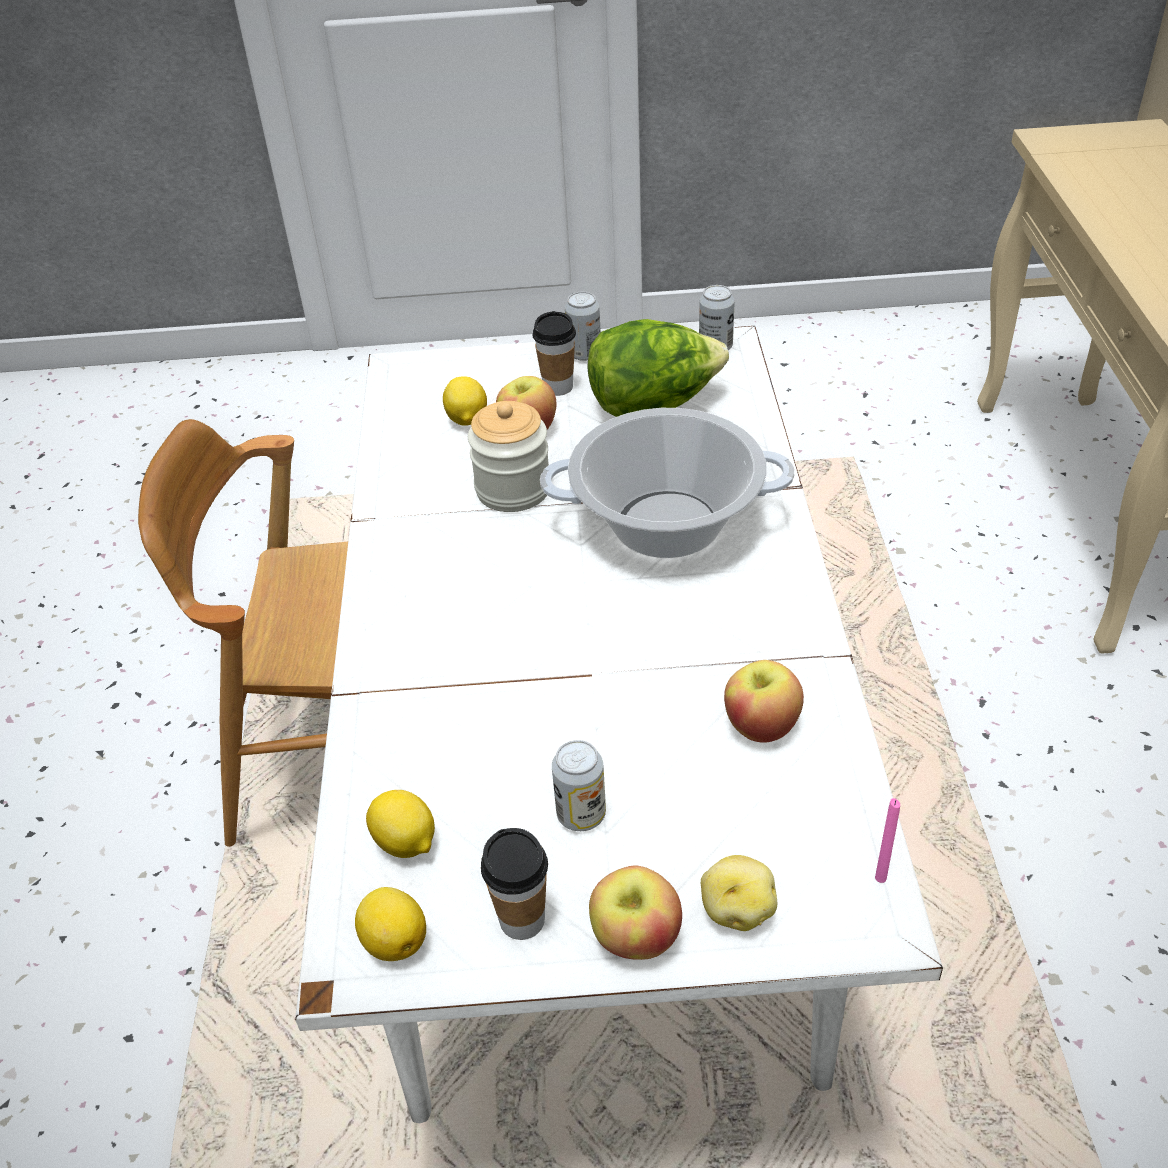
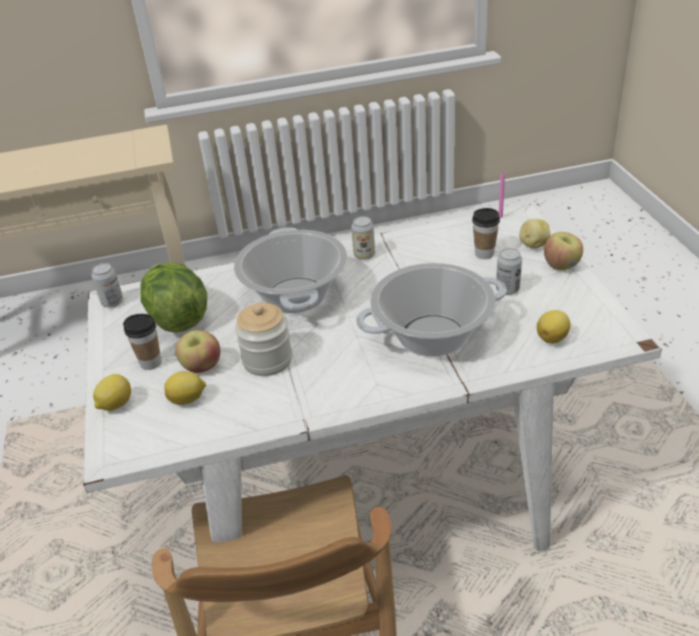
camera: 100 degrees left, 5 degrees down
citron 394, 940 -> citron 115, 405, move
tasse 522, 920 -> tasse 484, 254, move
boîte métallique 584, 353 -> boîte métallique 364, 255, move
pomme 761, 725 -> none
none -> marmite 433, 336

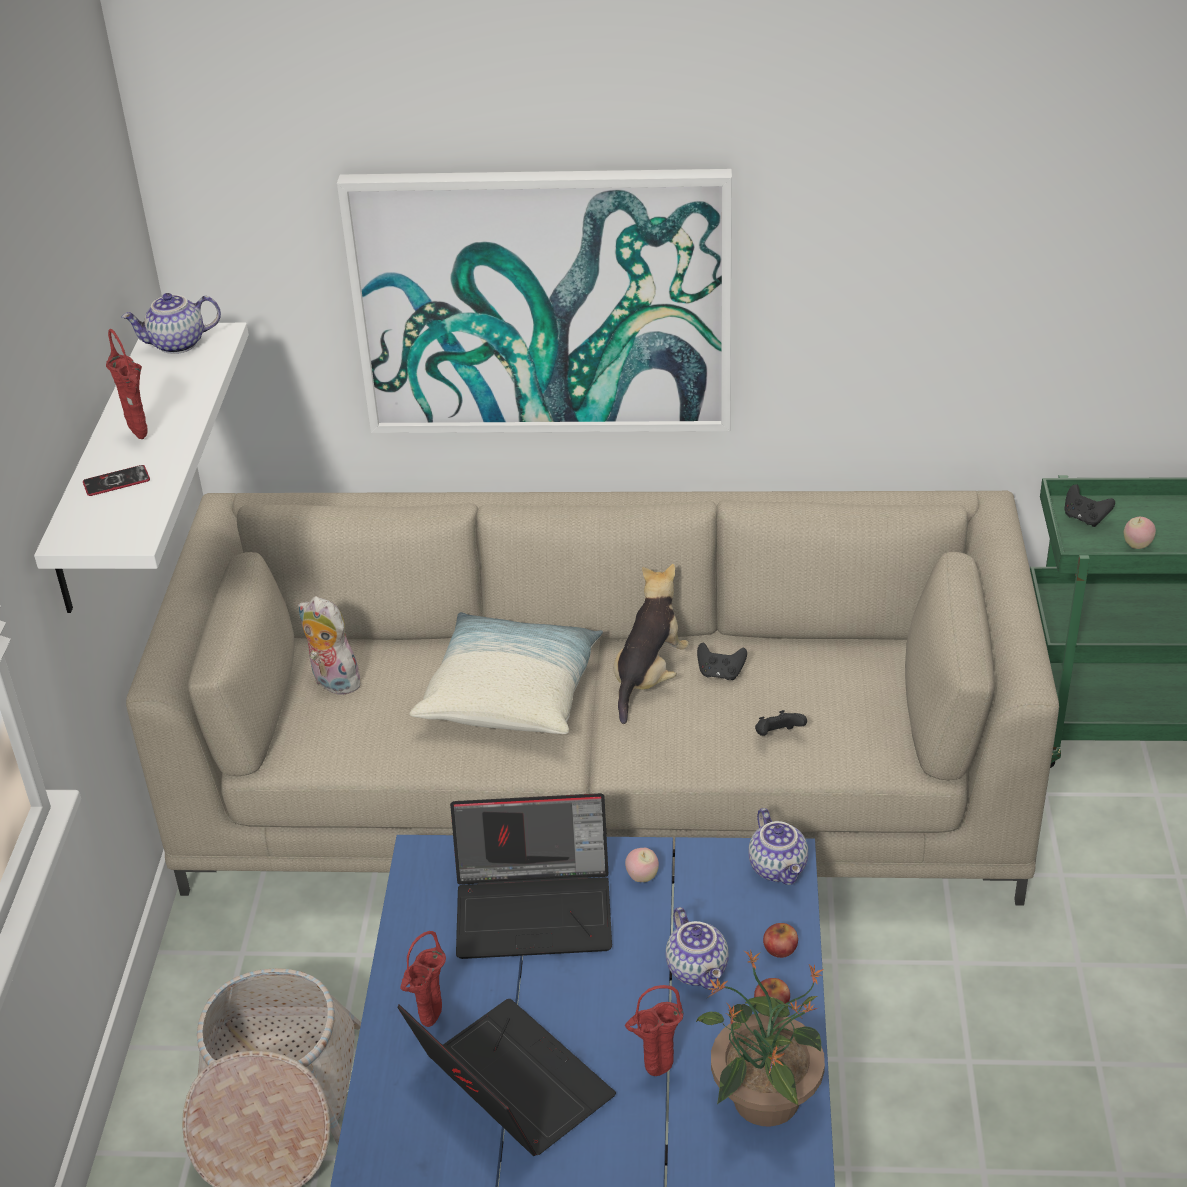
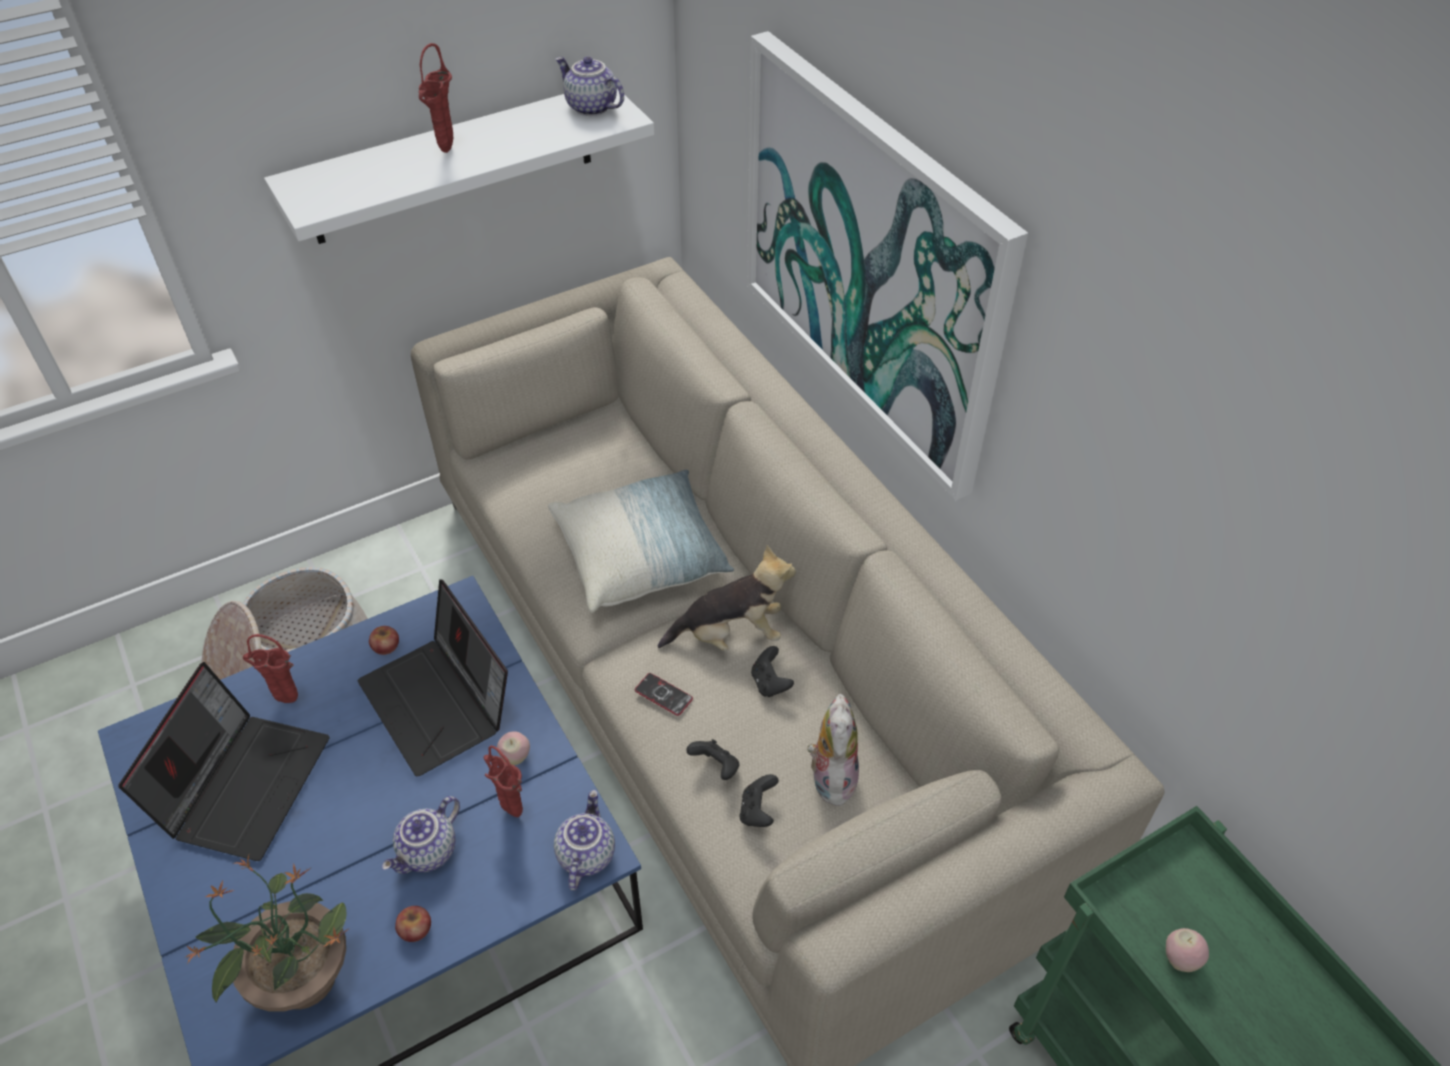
camera: 55 degrees right, 10 degrees up
téléphone 116, 482 -> téléphone 663, 695, move
peluche 332, 682 -> peluche 831, 777, move
vase (rouge) 656, 1074 -> vase (rouge) 510, 811, move
théière 779, 868 -> théière 585, 855, 150 degrees clockwise
pomme 780, 948 -> pomme 386, 646, move
manette (noir) 1084, 518 -> manette (noir) 758, 811, move

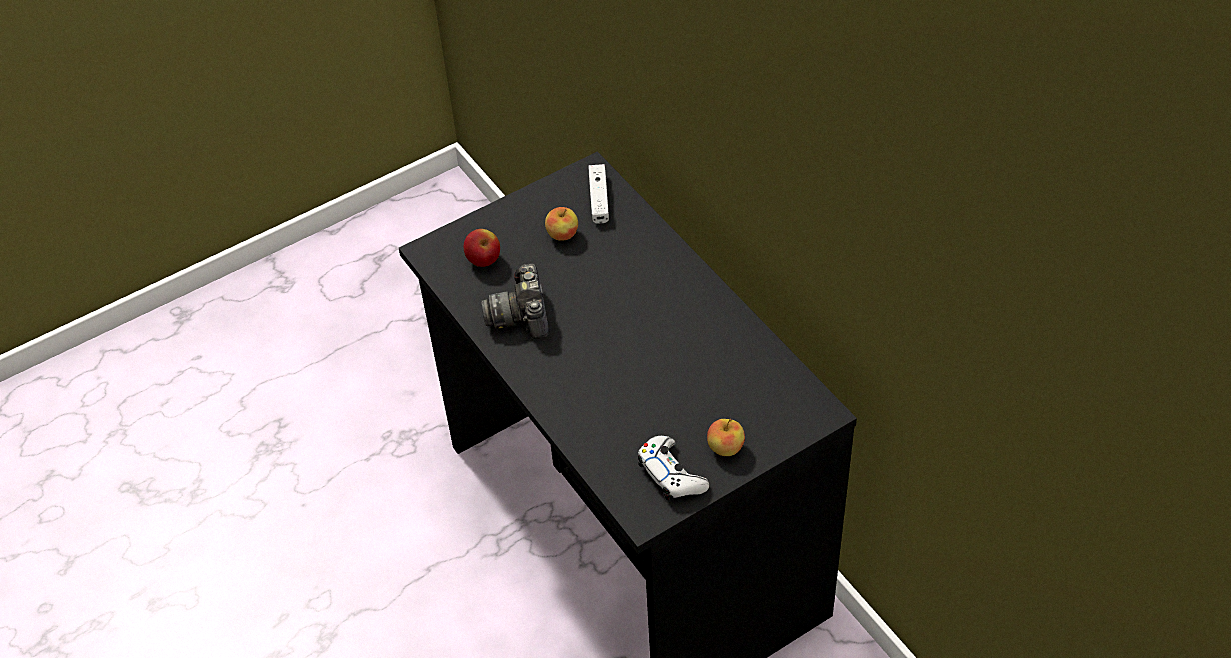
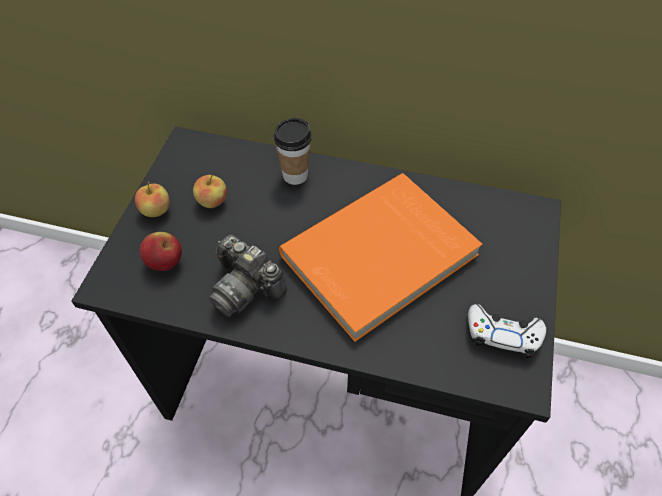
camera: 45 degrees left, 5 degrees up
manette (blanc) 599, 199 -> none
pomme 725, 448 -> pomme 156, 210, move
none -> tasse 295, 175
none -> livre (orange) 381, 258

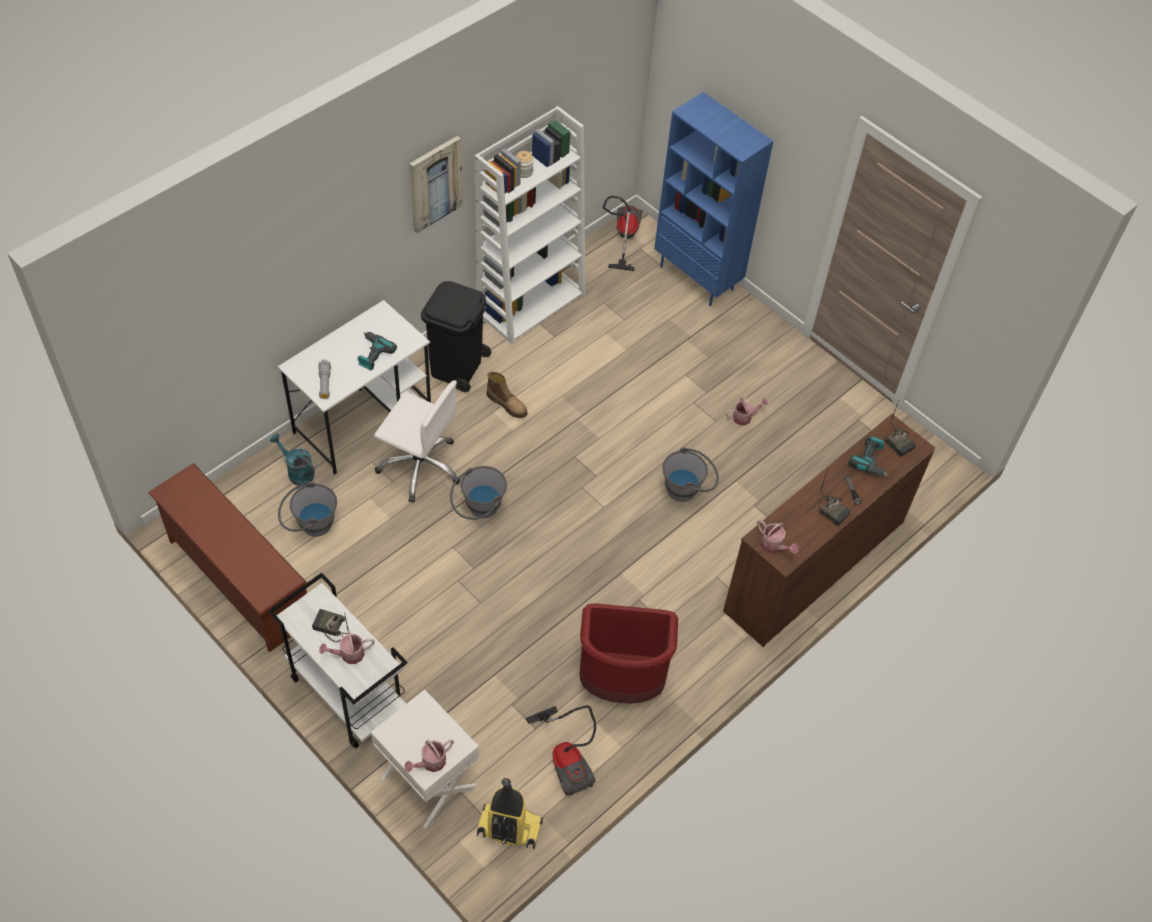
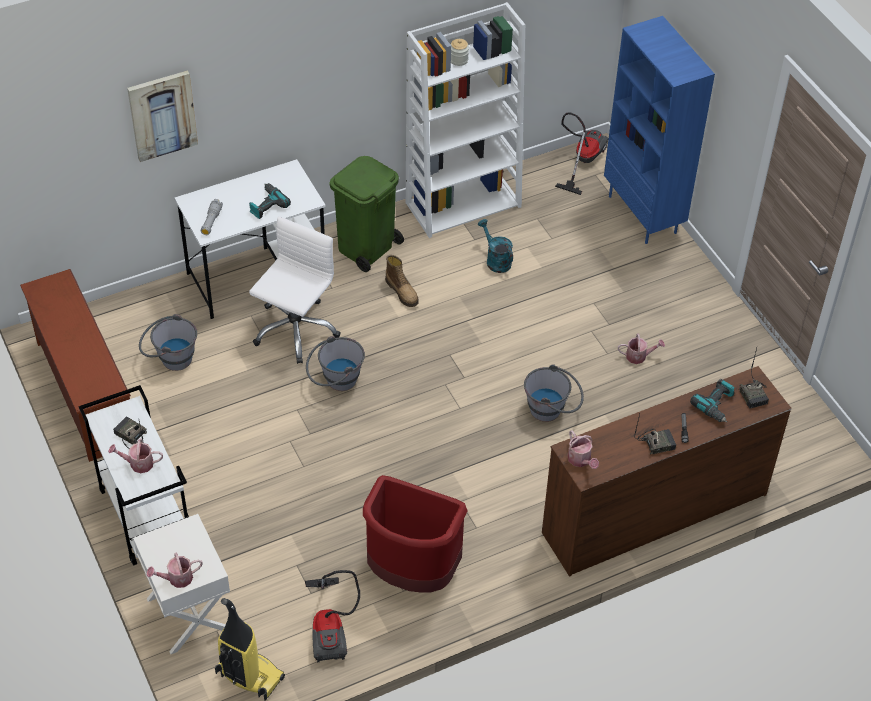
camera: 20 degrees right, 5 degrees down
arrosoir (turquoise) 297, 471 -> arrosoir (turquoise) 495, 260, move
chaise de bureau (blanc) 420, 466 -> chaise de bureau (blanc) 295, 330, 105 degrees counterclockwise
tableau 435, 183 -> tableau 162, 115, move
poubelle (noir) 456, 367 -> poubelle (vert) 366, 248
radio 833, 511 -> radio 656, 443, 75 degrees counterclockwise

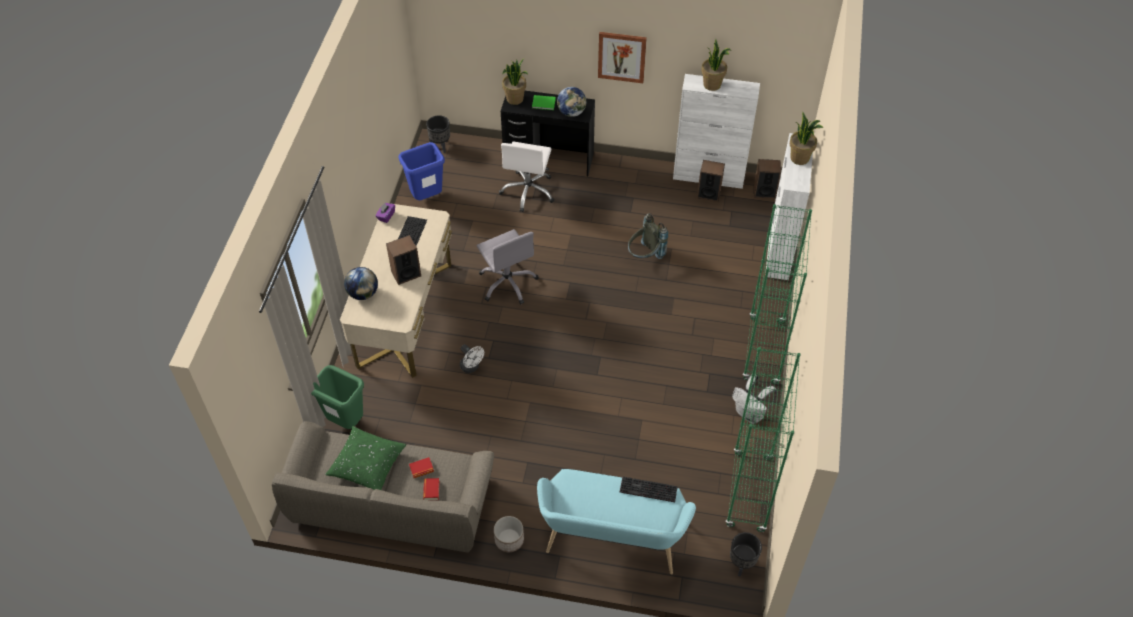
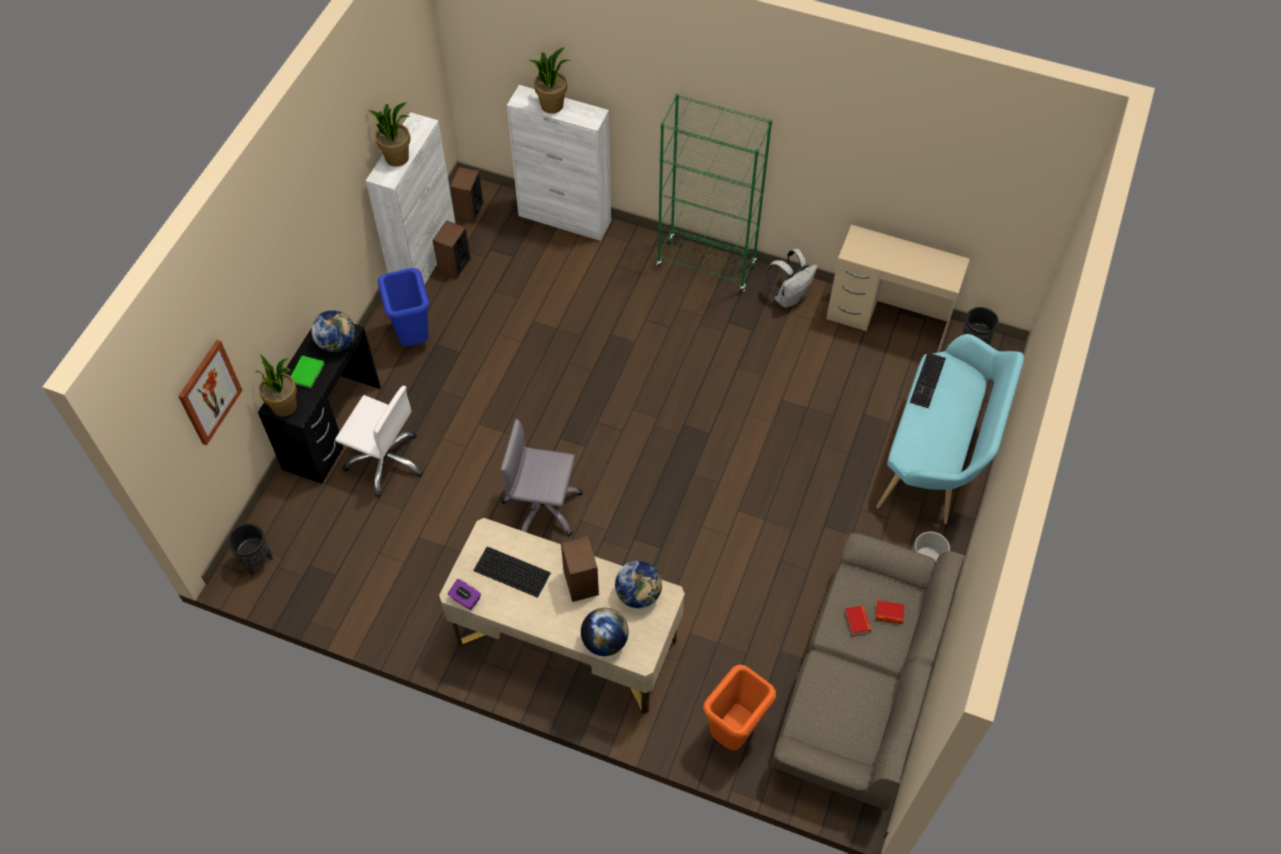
camera: 80 degrees left, 5 degrees up
poubelle (vert) 347, 422 -> poubelle (orange) 734, 732
coussin (vert) 367, 464 -> none
poubelle (bleu) 427, 197 -> poubelle (bleu) 413, 338, move
ventilateur (blanc) 471, 367 -> none
chaise de bureau (gris) 508, 283 -> chaise de bureau (gris) 542, 508, 150 degrees counterclockwise
tableau 622, 56 -> tableau 209, 392, move
sac à dos (gris) 645, 256 -> none
bibliothèque (vert) 749, 492 -> bureau (beige) 887, 320
none -> globe 638, 594

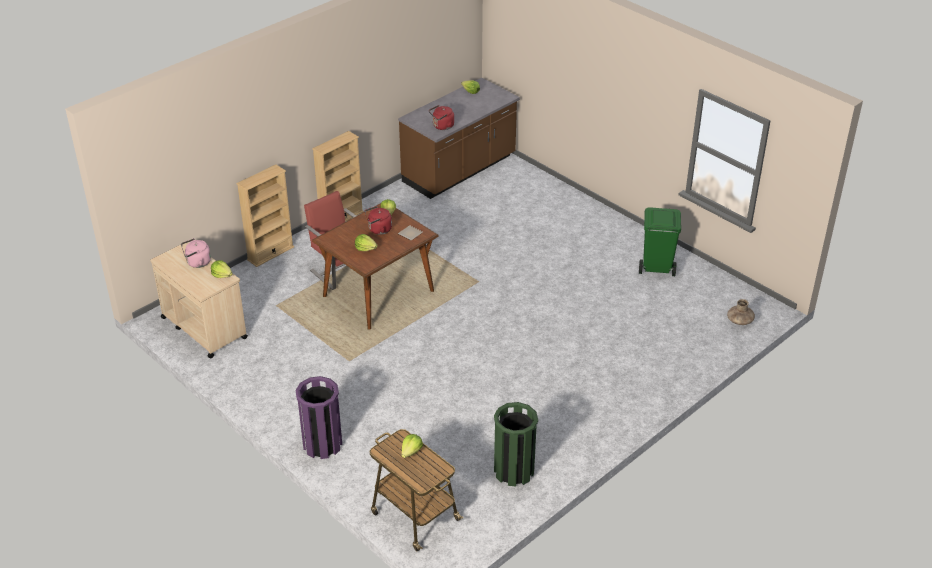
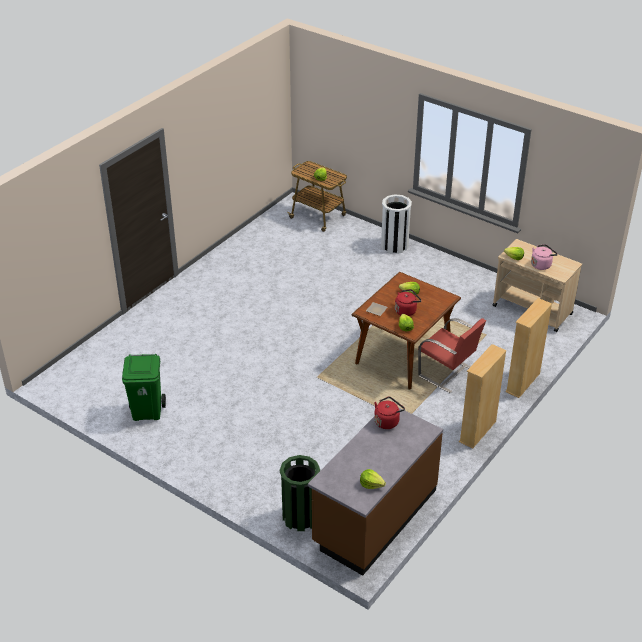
camera: 170 degrees right, 0 degrees up
poubelle (violet) 322, 444 -> poubelle (blanc) 394, 246
poubelle (vert) 514, 471 -> poubelle (vert) 300, 517, move
vase (marron) 739, 321 -> none

